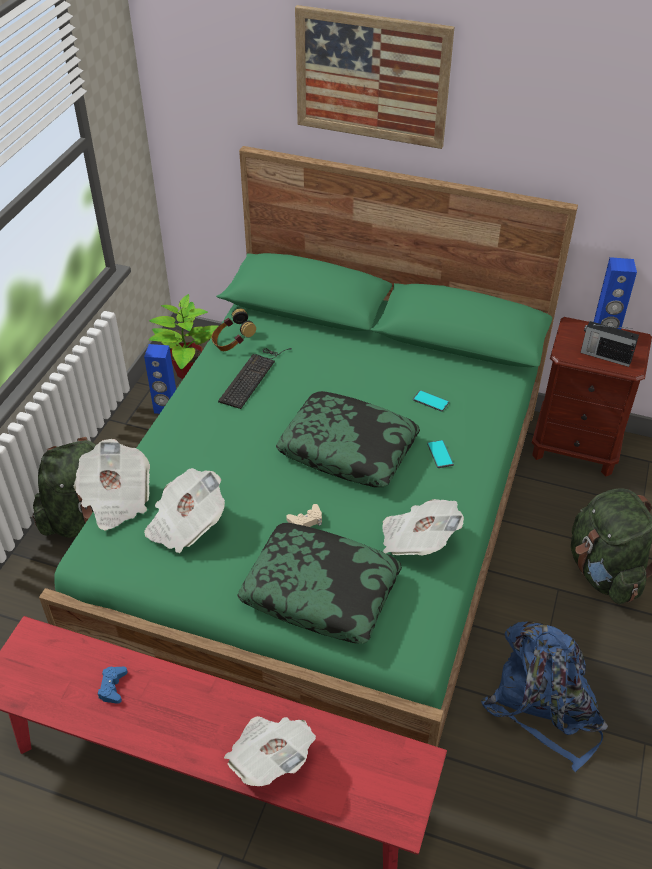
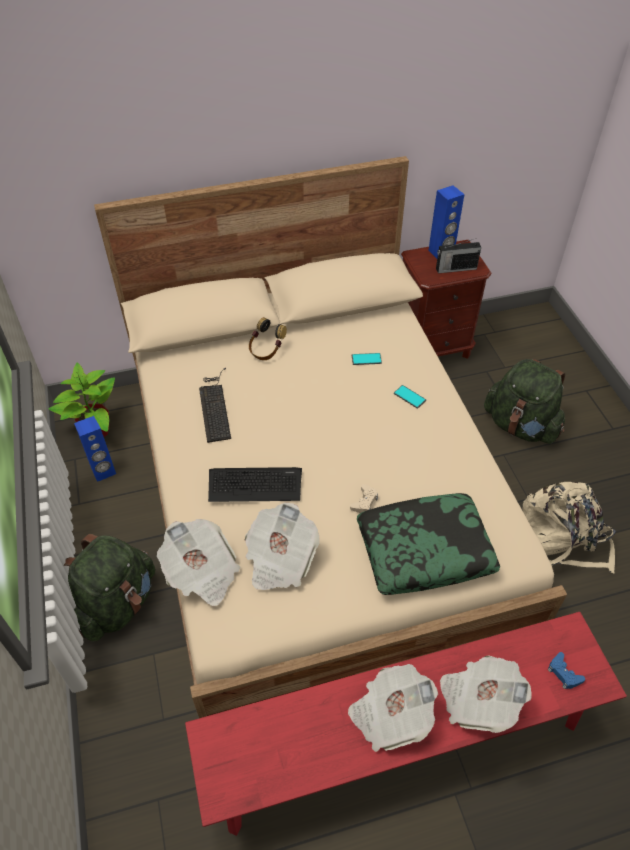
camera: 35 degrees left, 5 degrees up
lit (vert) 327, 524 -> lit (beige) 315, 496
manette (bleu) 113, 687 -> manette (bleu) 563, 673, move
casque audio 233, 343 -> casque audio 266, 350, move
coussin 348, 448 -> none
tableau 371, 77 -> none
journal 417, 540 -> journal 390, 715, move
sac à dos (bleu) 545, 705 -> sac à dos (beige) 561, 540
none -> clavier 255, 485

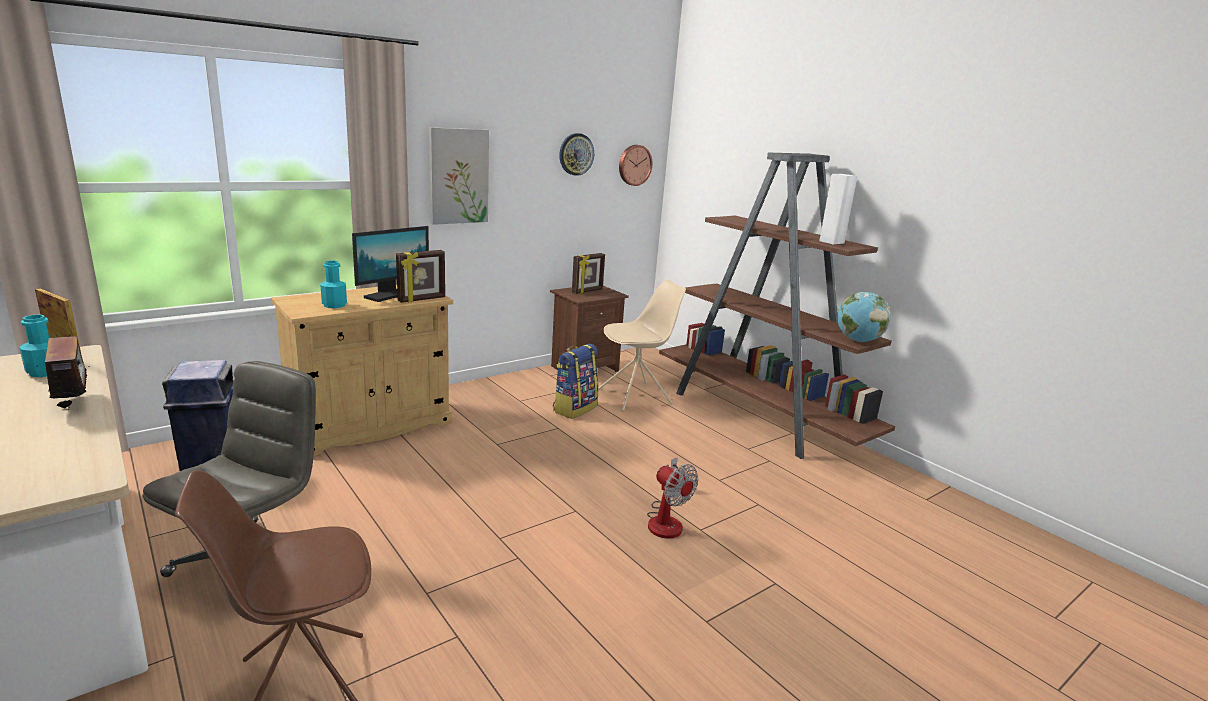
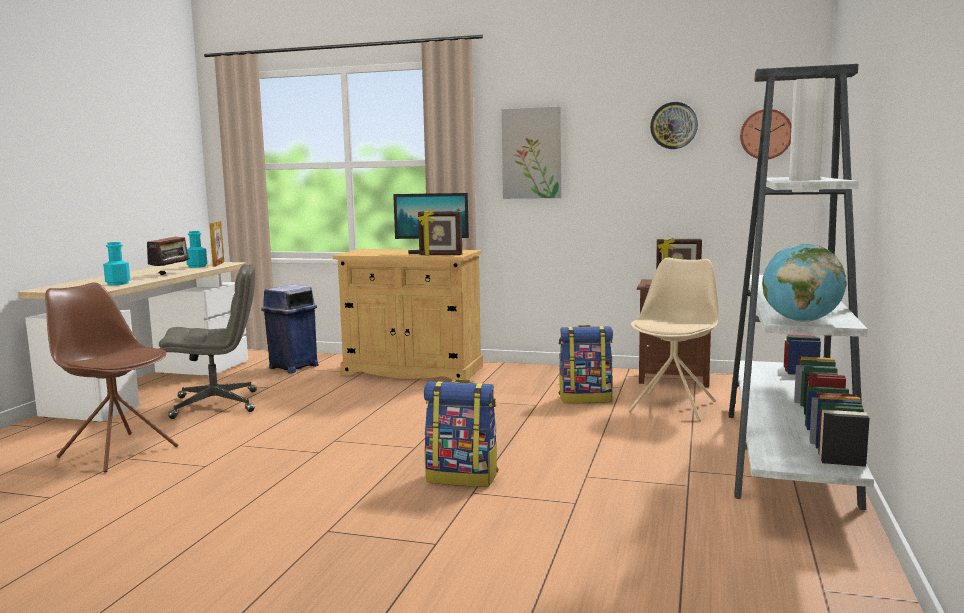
camera: 55 degrees right, 10 degrees down
bouteille (turquoise) 334, 305 -> bouteille (turquoise) 118, 283, move
chaise (beige) 636, 396 -> chaise (beige) 673, 406, 90 degrees counterclockwise
ventilateur 666, 520 -> sac à dos 462, 477
bibliothèque (marron) 760, 417 -> bibliothèque (blanc) 787, 457

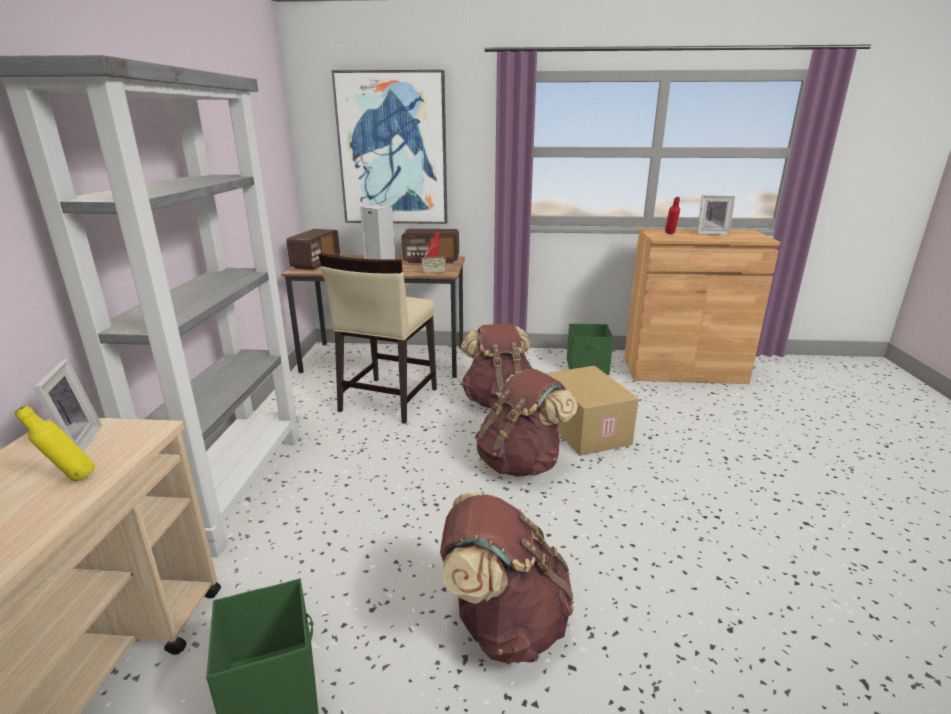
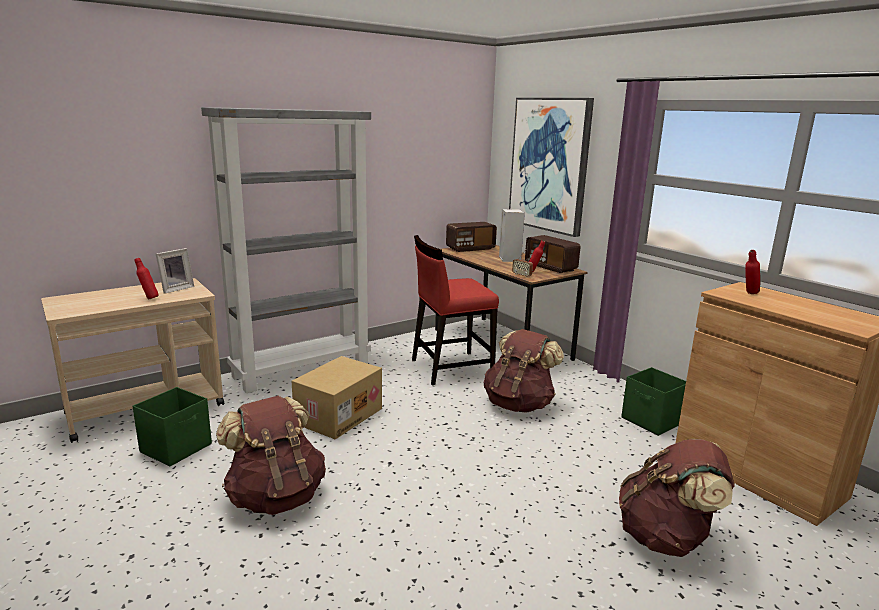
camera: 50 degrees right, 5 degrees down
bouteille (jaune) 70, 481 -> bouteille (rouge) 148, 298
chaise (beige) 387, 400 -> chaise (rouge) 450, 368
sac à dos (marron) 521, 463 -> sac à dos (marron) 666, 538, move
carton 584, 429 -> carton 338, 415, move
cadre photo 712, 233 -> none

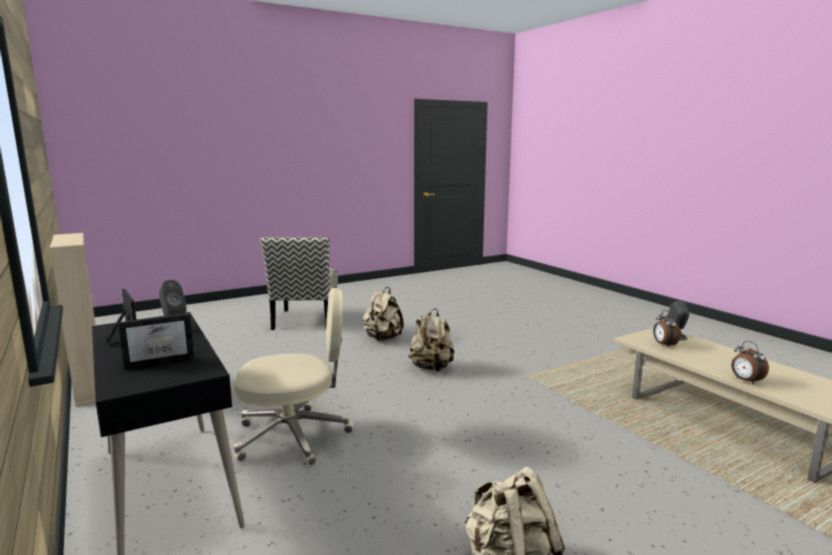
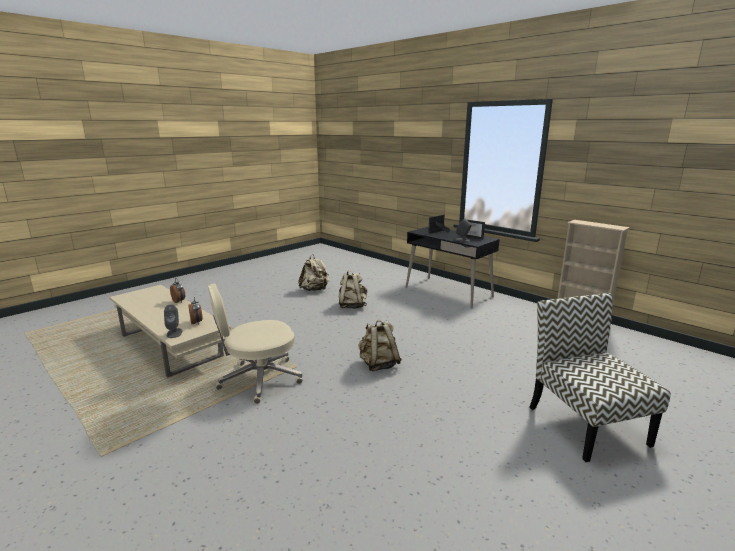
camera: 165 degrees right, 5 degrees up
chaise de bureau (beige) 295, 436 -> chaise de bureau (beige) 258, 379, move
sac à dos (beige) 383, 338 -> sac à dos (beige) 352, 306, move

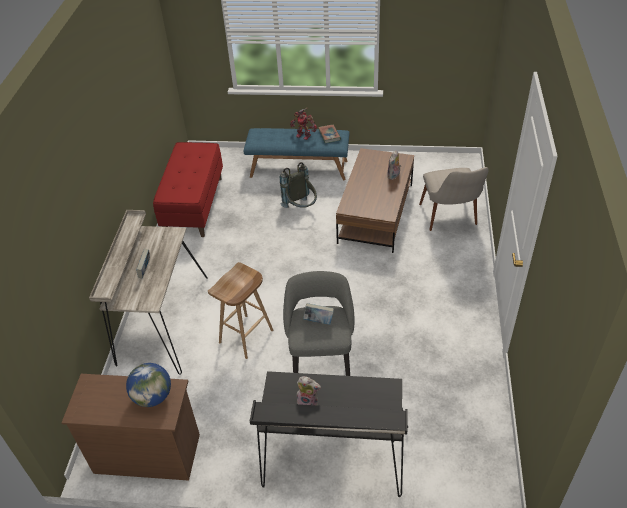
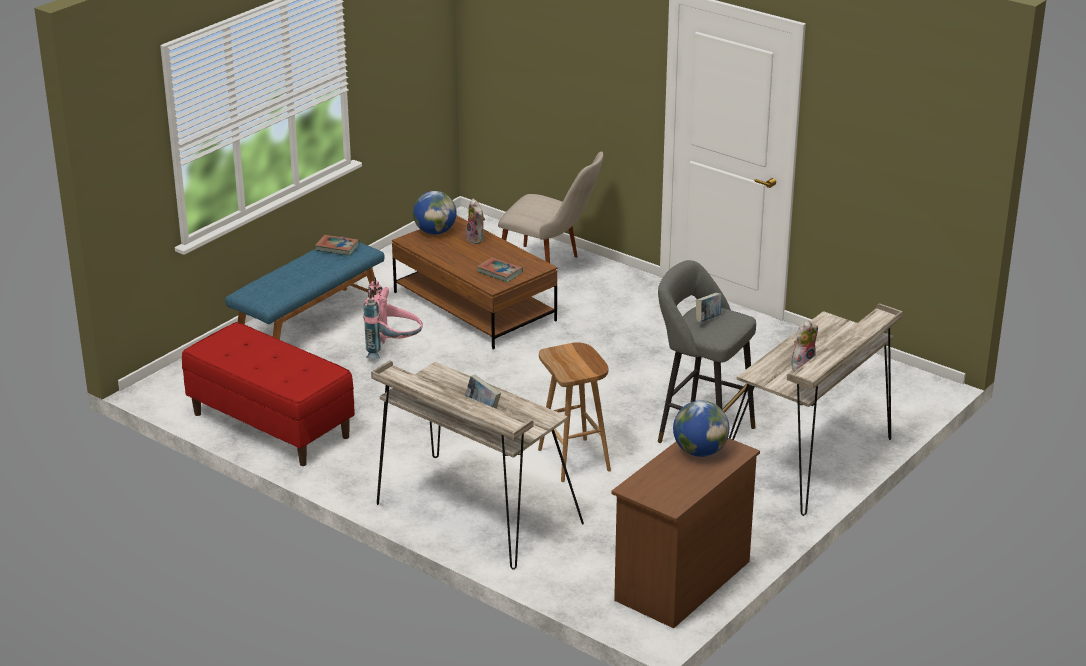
camera: 60 degrees left, 15 degrees down
bureau (noir) 333, 458 -> bureau (beige) 809, 461
sac à dos (gris) 301, 208 -> sac à dos (rose) 393, 350
robot jouet 304, 135 -> none
none -> globe 435, 232
none -> livre 500, 272

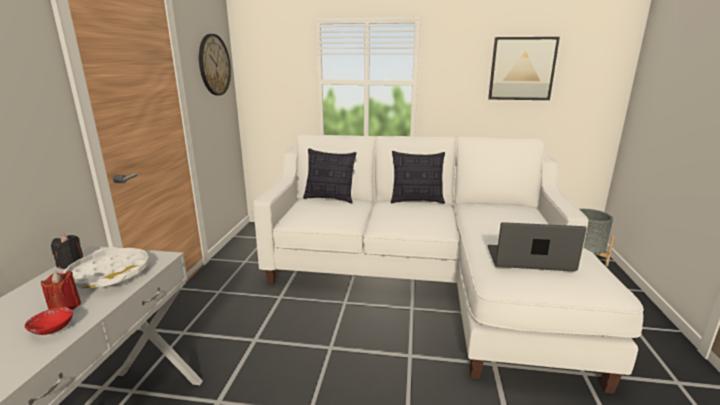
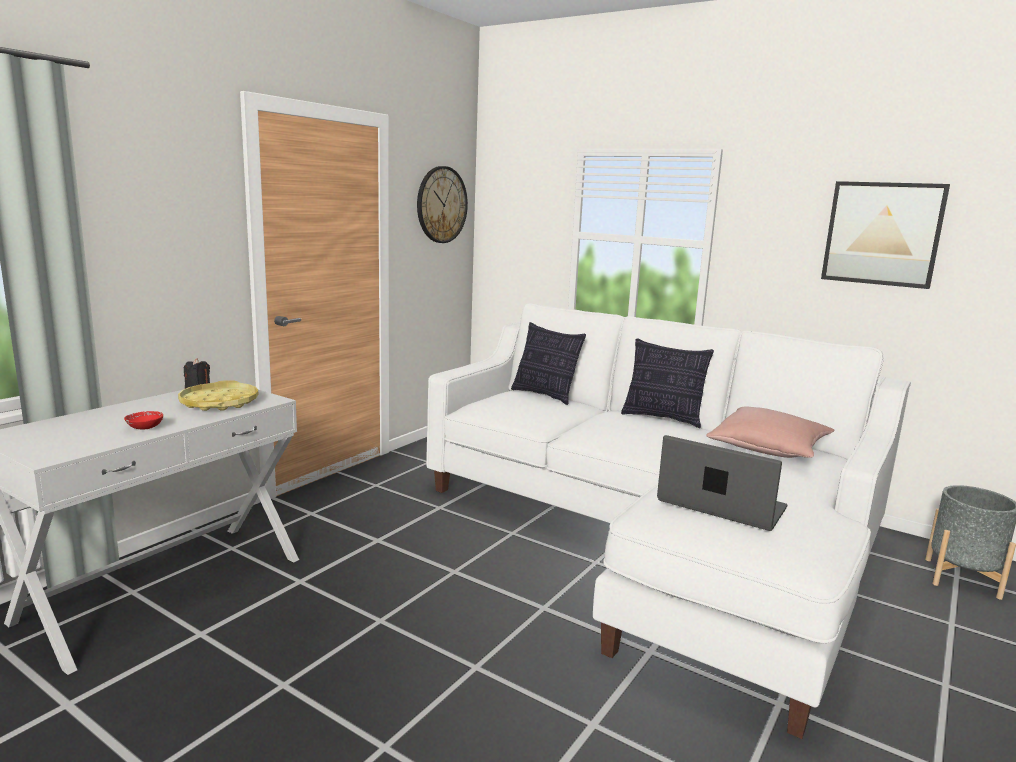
camera: 25 degrees right, 5 degrees down
bougie (rouge) 65, 306 -> none
plateau (blanc) 110, 274 -> plateau (jaune) 219, 402
none -> coussin (rose) 769, 448

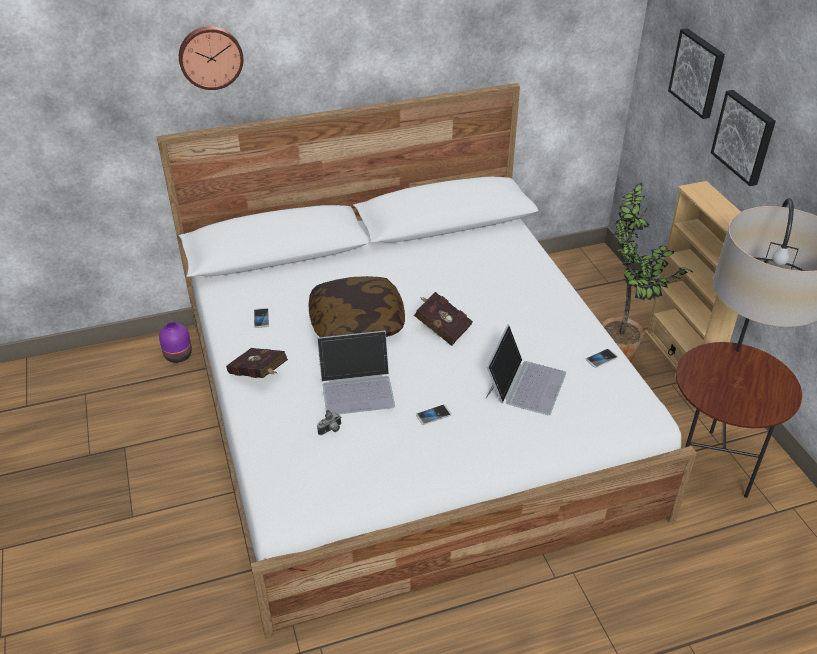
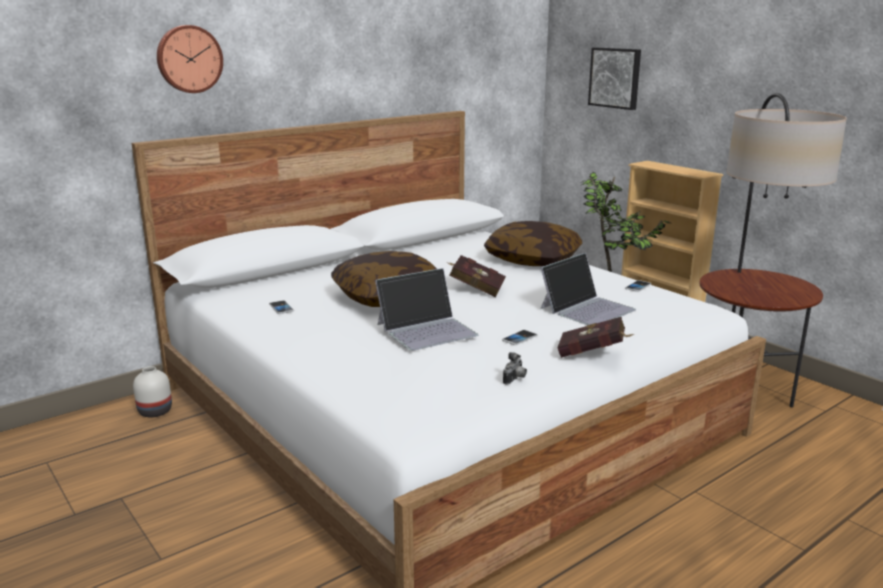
camera: 20 degrees left, 20 degrees down
vase (violet) 178, 355 -> vase (blanc) 155, 411
livre (rouge) 259, 375 -> livre (rouge) 593, 354, move
appareil photo 331, 430 -> appareil photo 515, 379, move
ordinateur portable 525, 384 -> ordinateur portable 587, 308, 45 degrees clockwise
tableau 745, 137 -> none
none -> coussin 532, 260

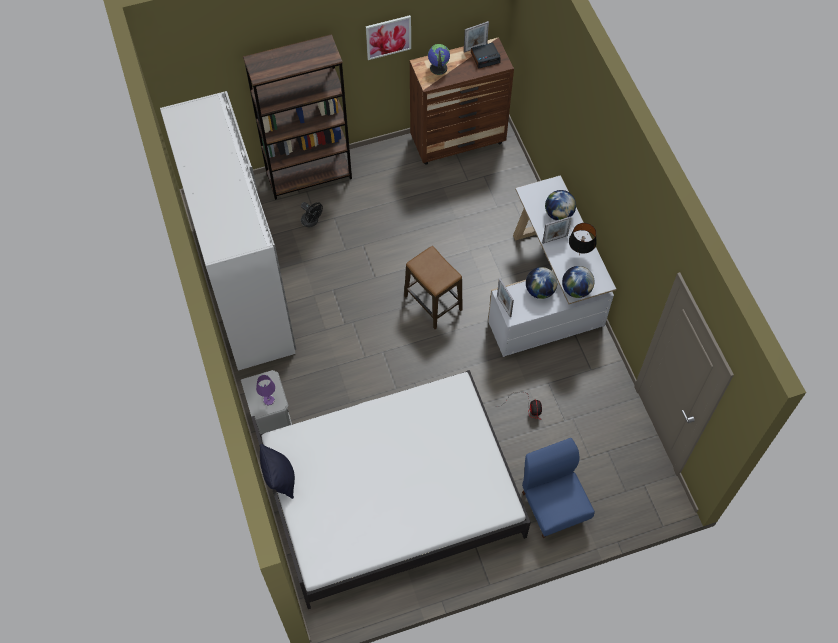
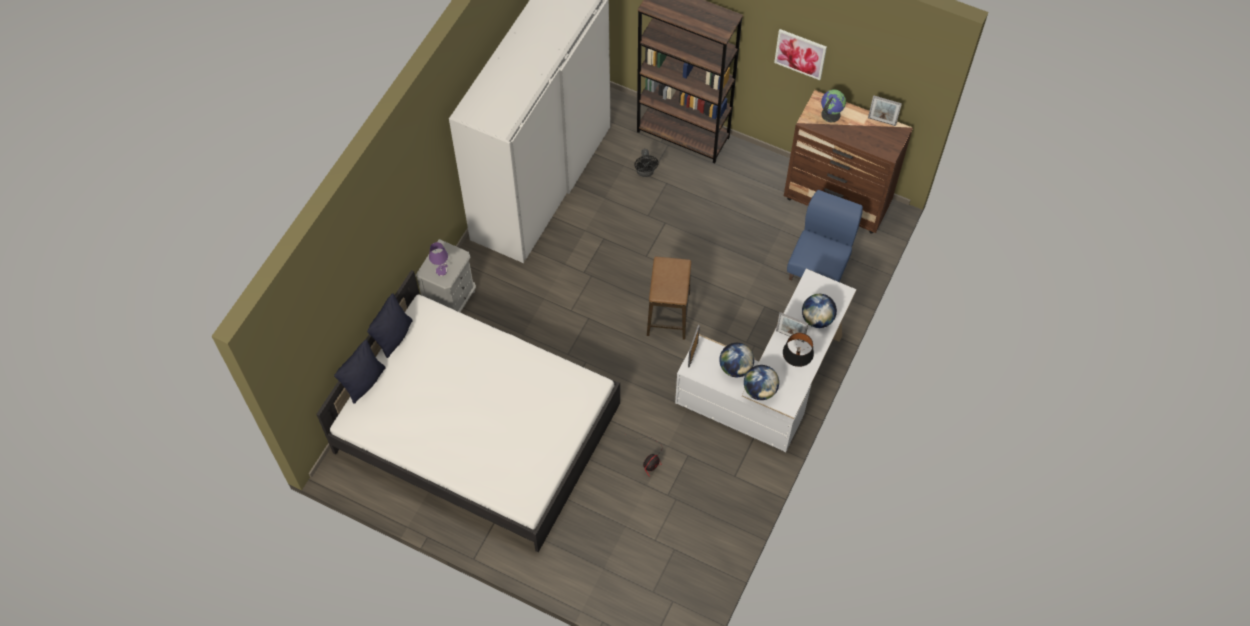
camera: 45 degrees right, 0 degrees up
réveil 485, 57 -> none
chaise (bleu) 553, 506 -> chaise (bleu) 819, 266, move
none -> coussin (noir) 364, 382

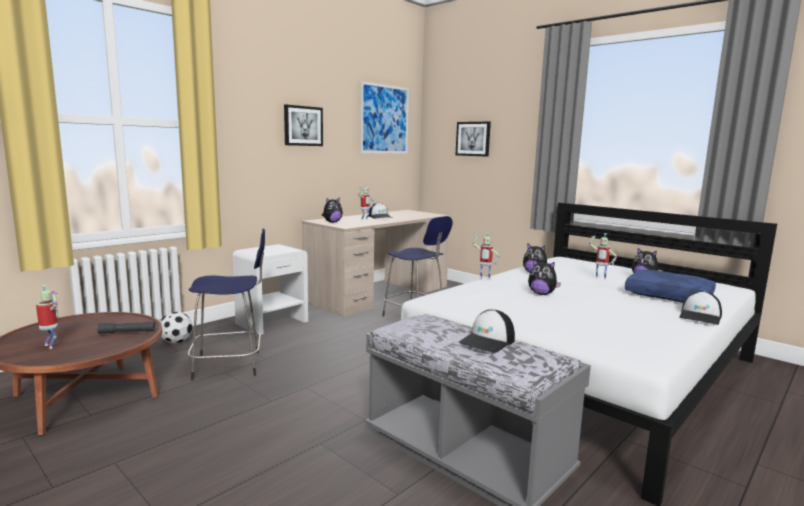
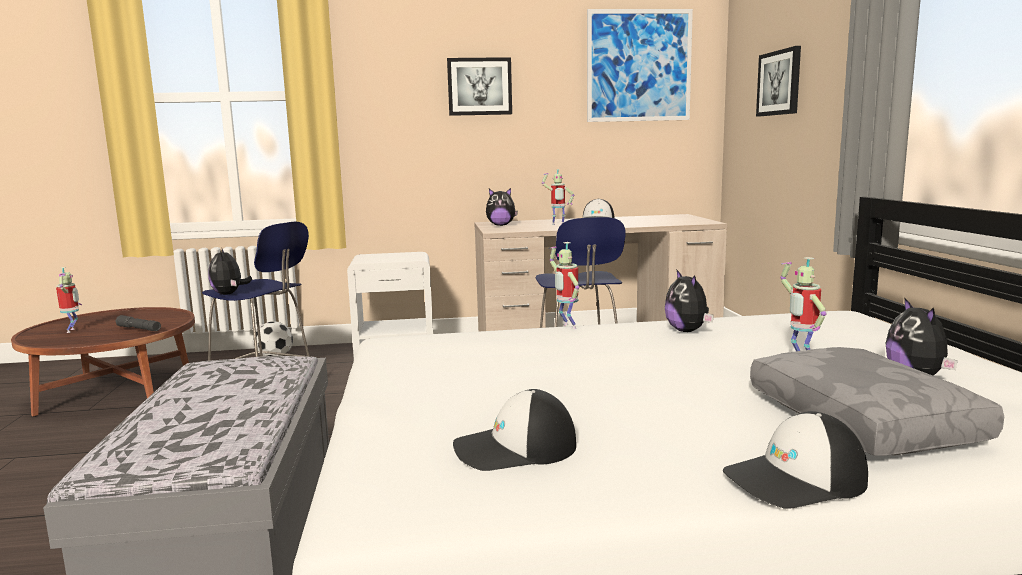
camera: 40 degrees right, 0 degrees up
casquette 488, 341 -> casquette 514, 449, move
peluche 541, 294 -> peluche 229, 294, move
coussin (bleu) 669, 296 -> coussin (gris) 865, 421

